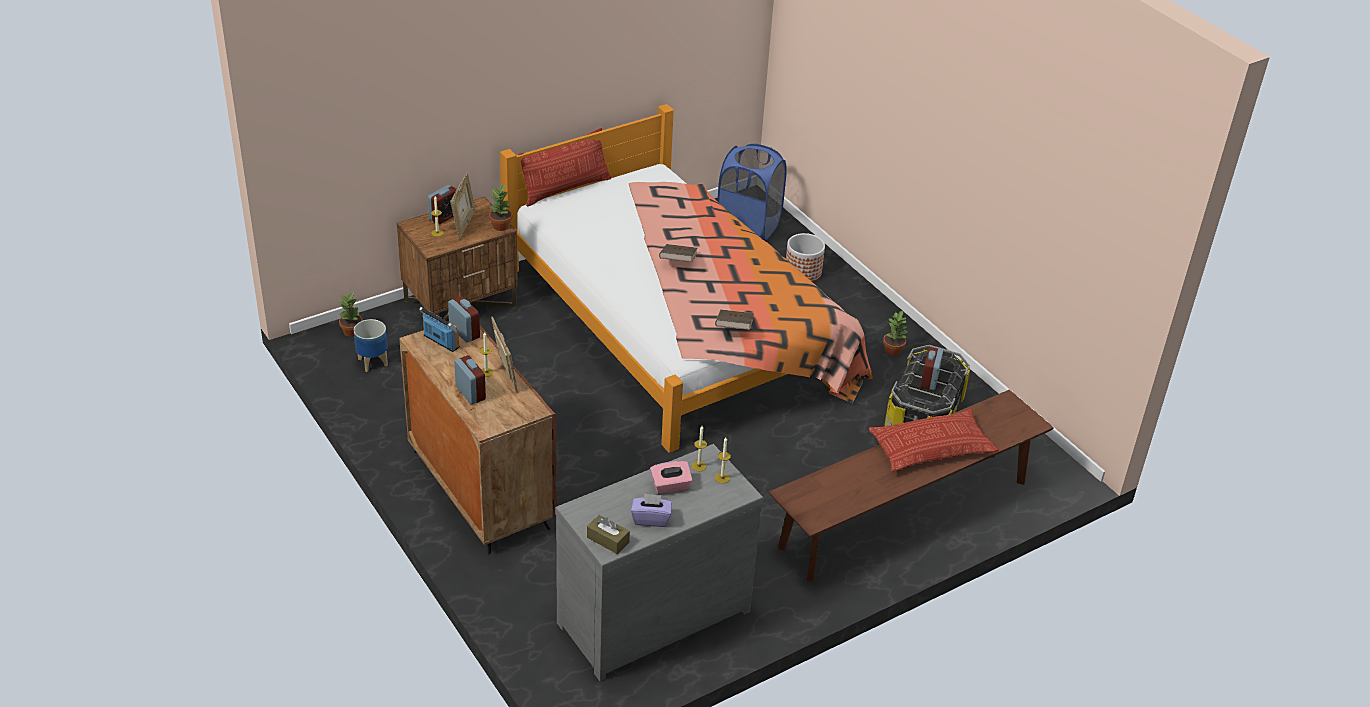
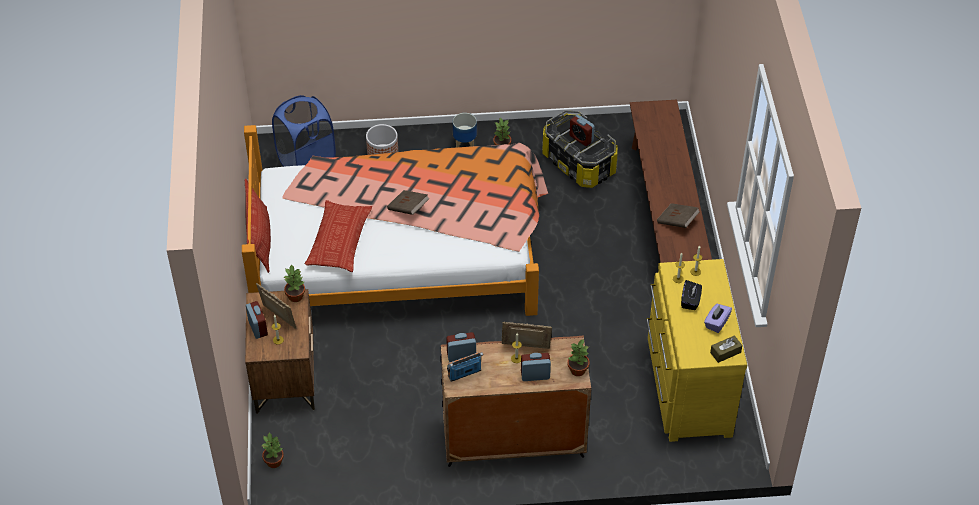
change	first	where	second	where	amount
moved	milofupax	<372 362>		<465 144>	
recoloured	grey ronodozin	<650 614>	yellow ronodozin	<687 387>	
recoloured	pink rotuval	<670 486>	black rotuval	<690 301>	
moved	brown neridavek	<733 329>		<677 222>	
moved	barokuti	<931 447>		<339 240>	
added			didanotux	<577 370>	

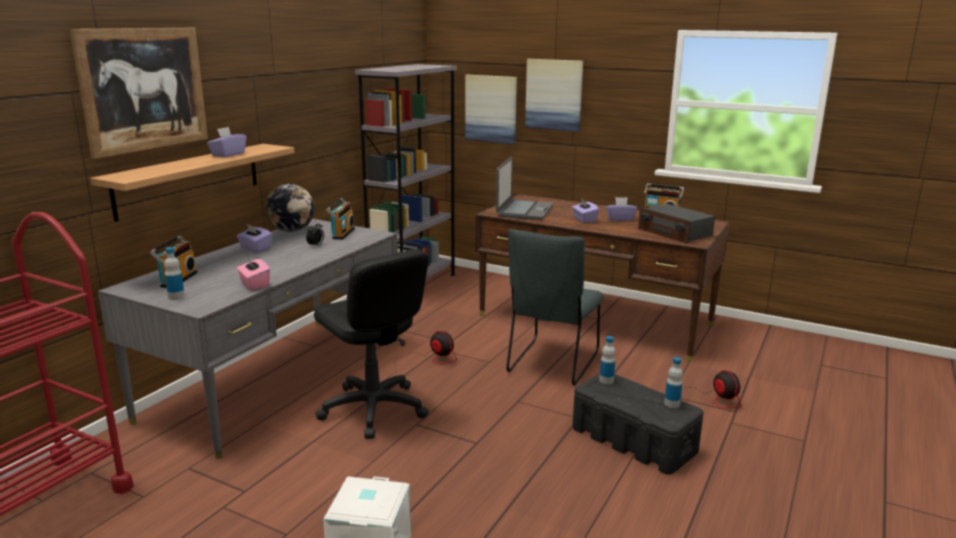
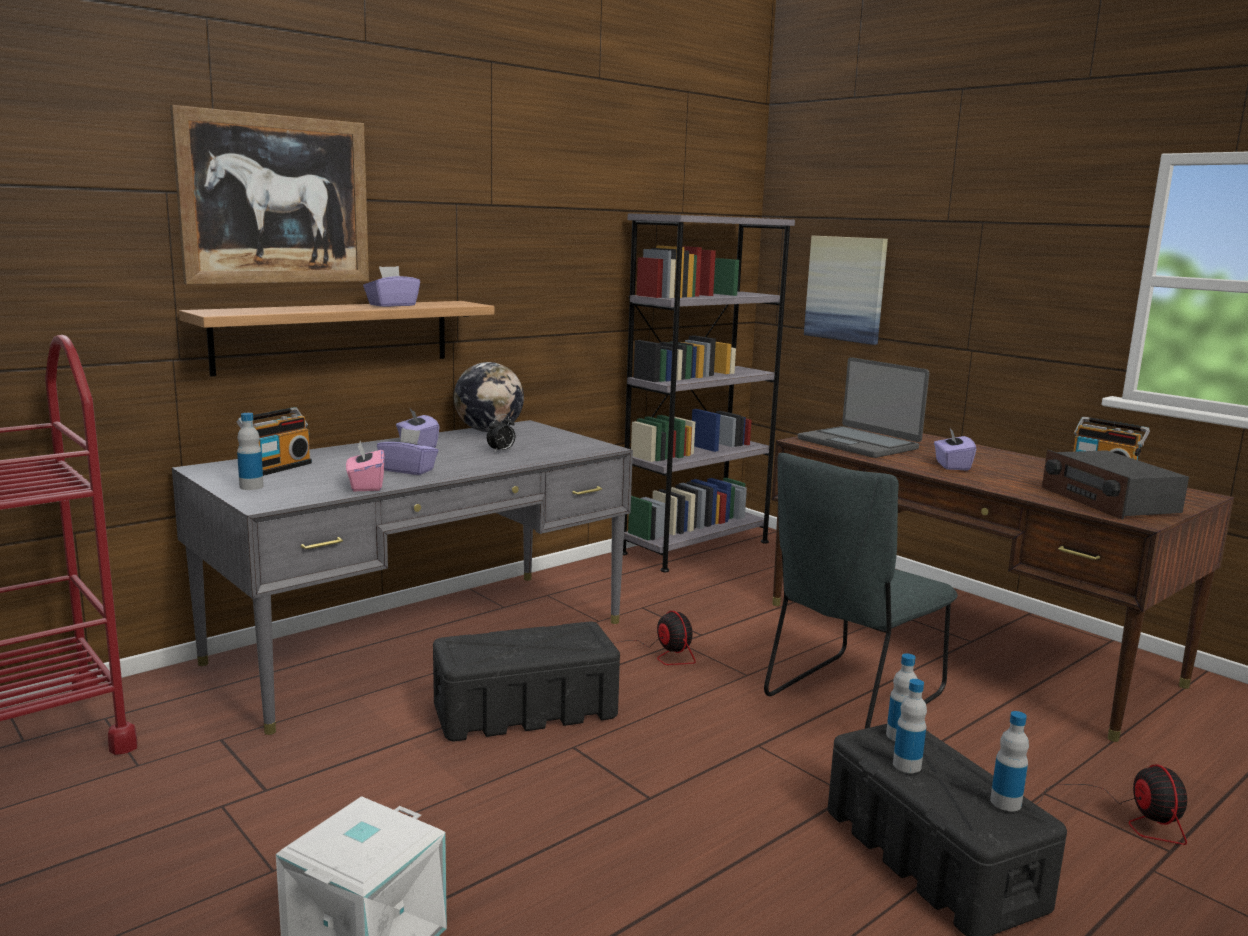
change	first	where	second	where	amount
replaced	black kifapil	<373 409>	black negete	<524 711>	
removed	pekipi	<341 233>			
turned	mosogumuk	<524 211>		<859 444>	105 degrees clockwise
removed	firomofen	<554 94>			
moved	purple rotuval	<620 219>		<408 470>	
added			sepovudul	<907 765>	

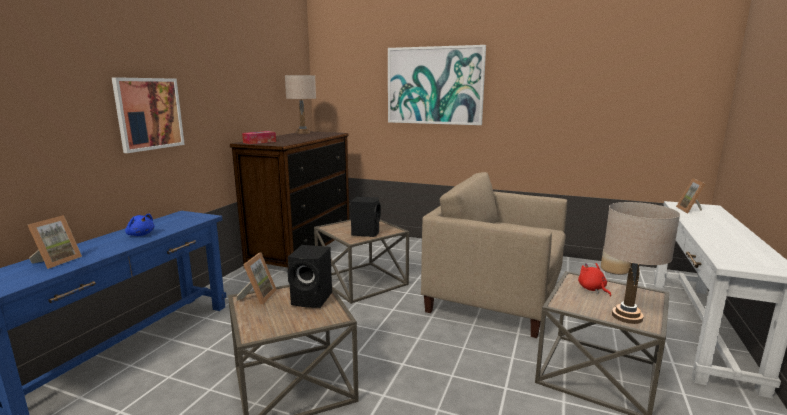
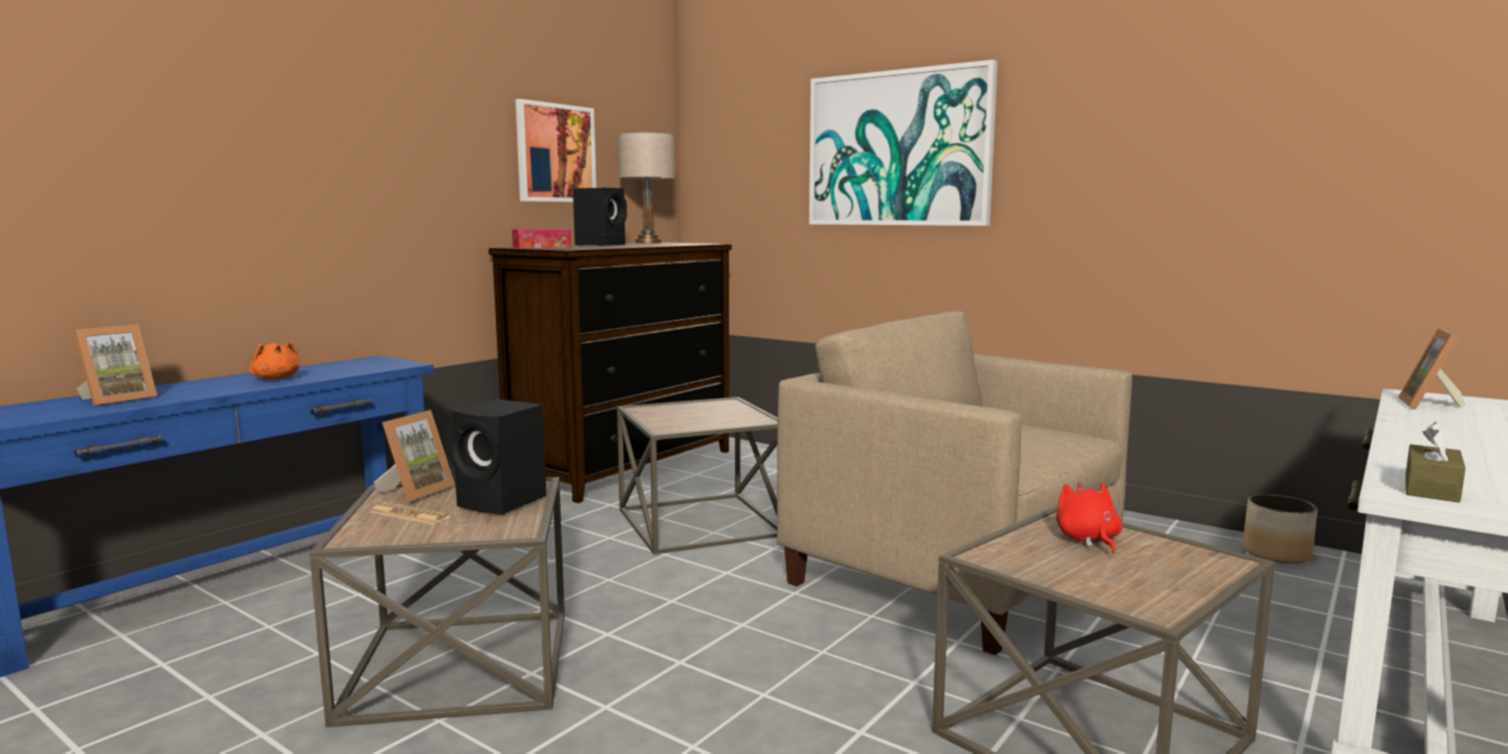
change	first	where	second	where	amount
moved	firomofen	<149 114>		<555 153>	
recoloured	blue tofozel	<140 234>	orange tofozel	<276 378>	
moved	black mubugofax	<366 232>		<601 245>	
removed	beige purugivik	<626 316>			
added			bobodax	<409 515>	
added			brown rotuval	<1431 488>	

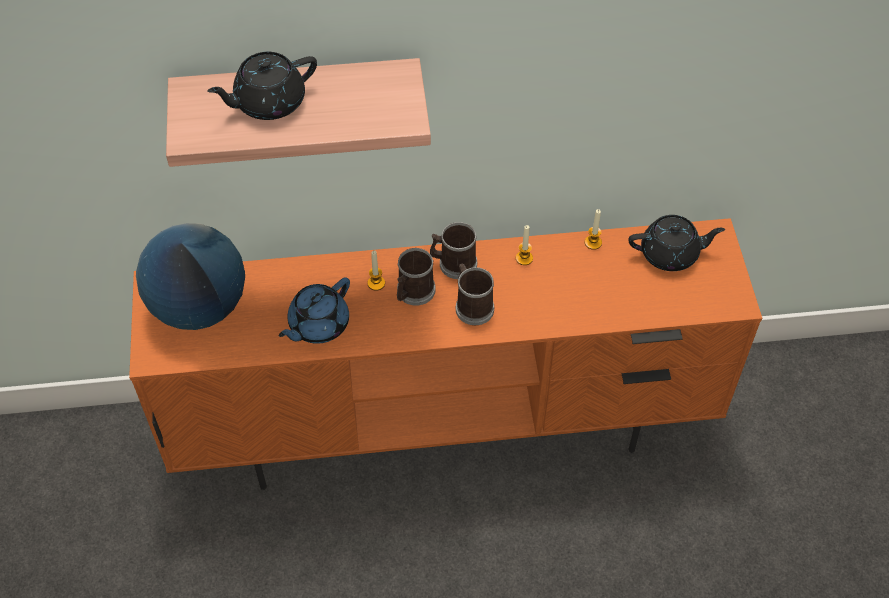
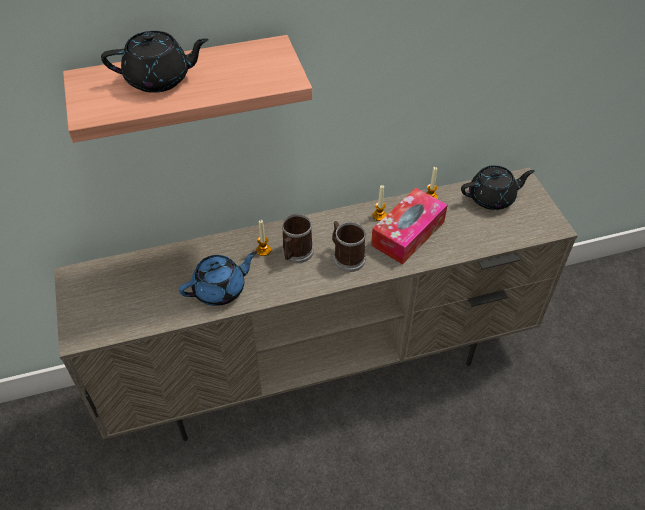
change	first	where	second	where	amount
recoloured	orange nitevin	<446 427>	beige nitevin	<323 368>	
removed	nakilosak	<199 307>			
turned	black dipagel	<268 102>		<159 79>	150 degrees counterclockwise
turned	blue dipagel	<318 325>		<220 289>	150 degrees counterclockwise
removed	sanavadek	<453 263>			
added			rotuval	<408 233>	

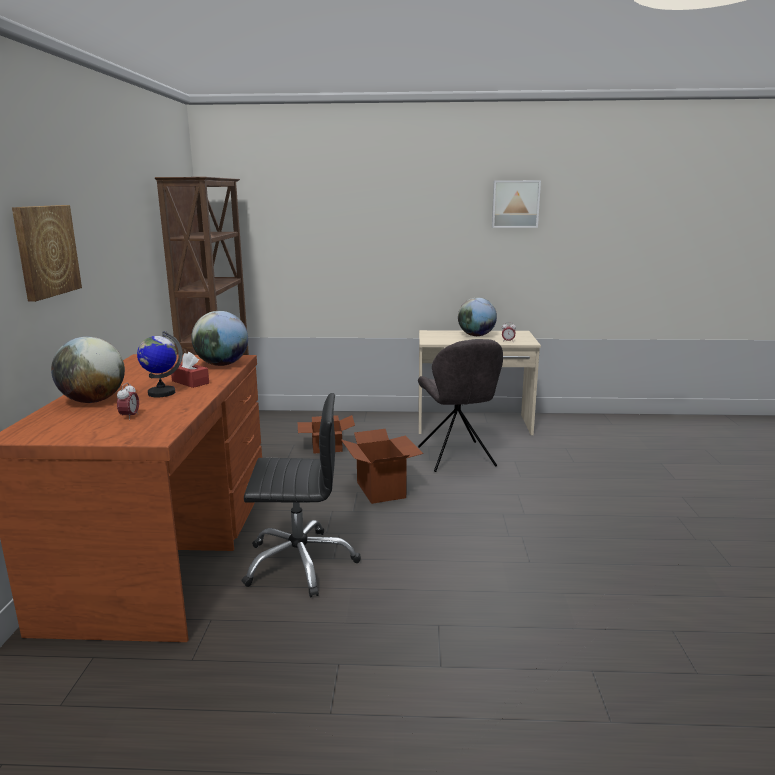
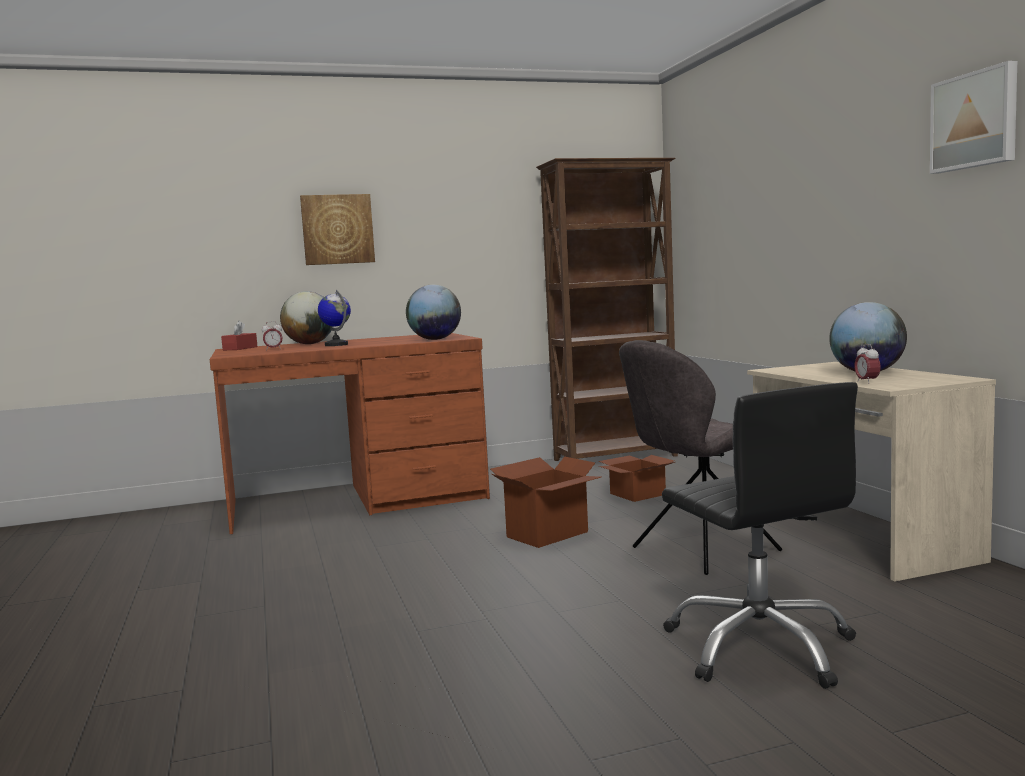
change	first	where	second	where	amount
moved	red rotuval	<190 382>		<240 348>	
moved	black kifapil	<300 562>		<760 646>	

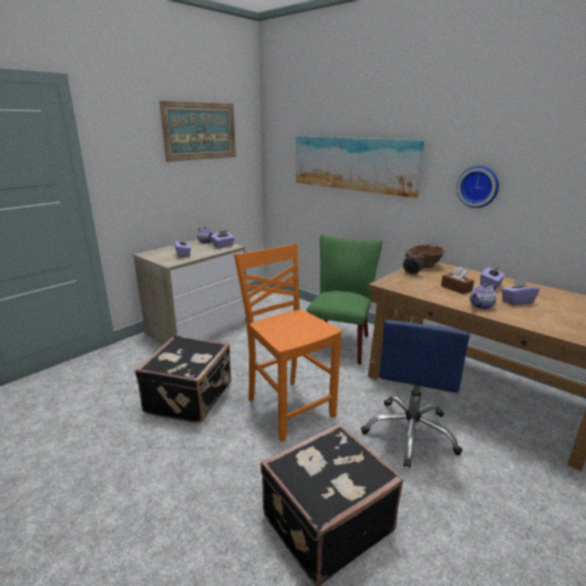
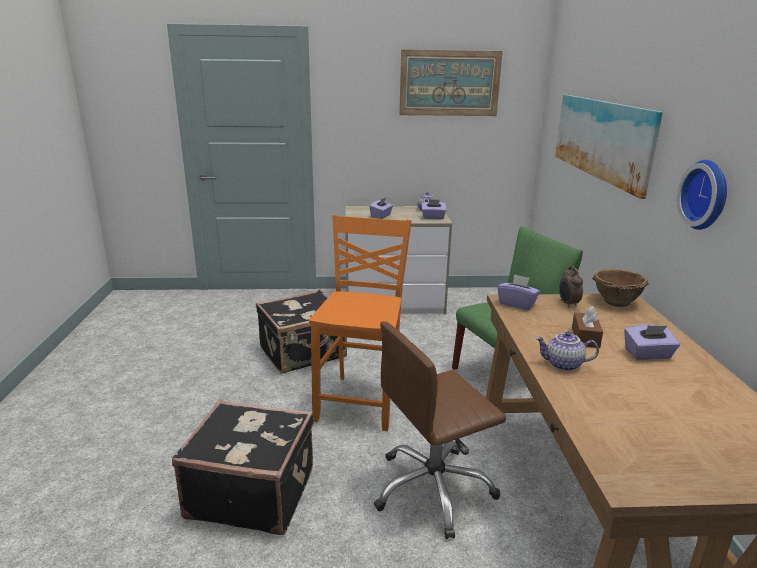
change	first	where	second	where	amount
recoloured	blue kifapil	<411 433>	brown kifapil	<433 489>	
moved	purple rotuval	<517 301>		<517 304>	

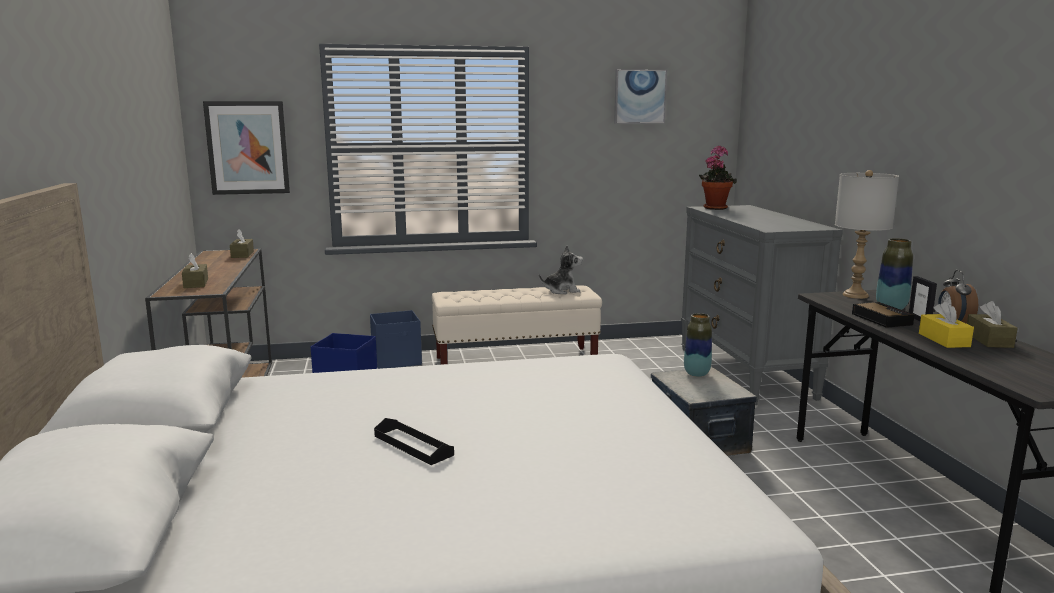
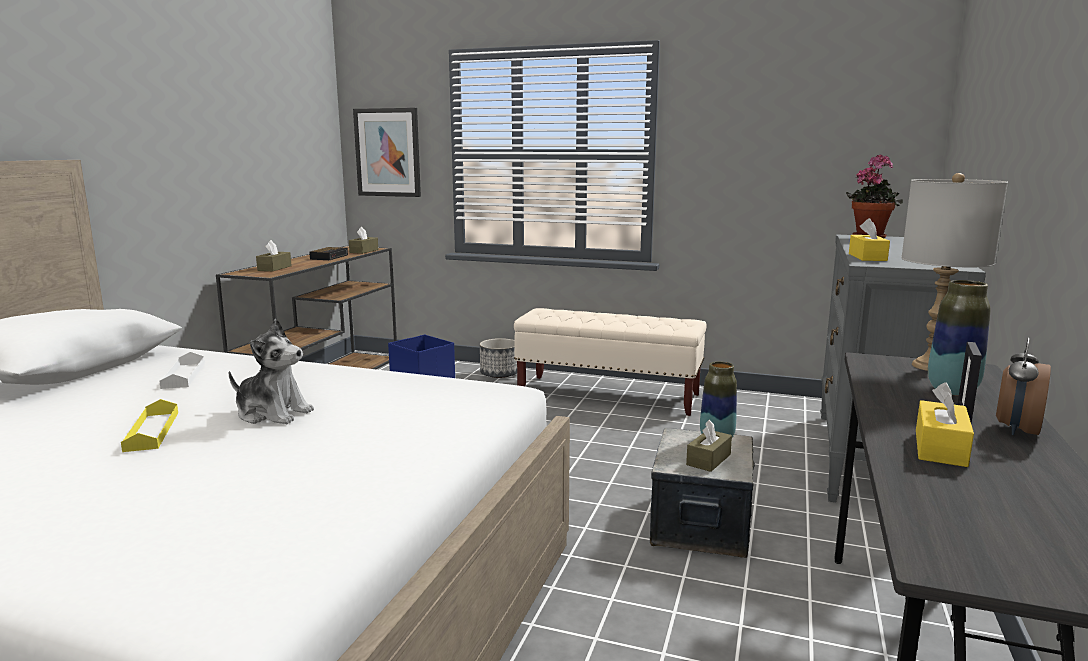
change	first	where	second	where	amount
replaced	blue negete	<397 361>	milofupax	<500 374>	
recoloured	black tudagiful	<413 445>	yellow tudagiful	<152 431>	
moved	tofozel	<562 291>		<273 413>	
removed	firomofen	<639 96>			
moved	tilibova	<880 319>		<329 257>	
moved	brown rotuval	<989 340>		<708 460>	
added			white tudagiful	<183 375>	
added			yellow rotuval	<867 257>	

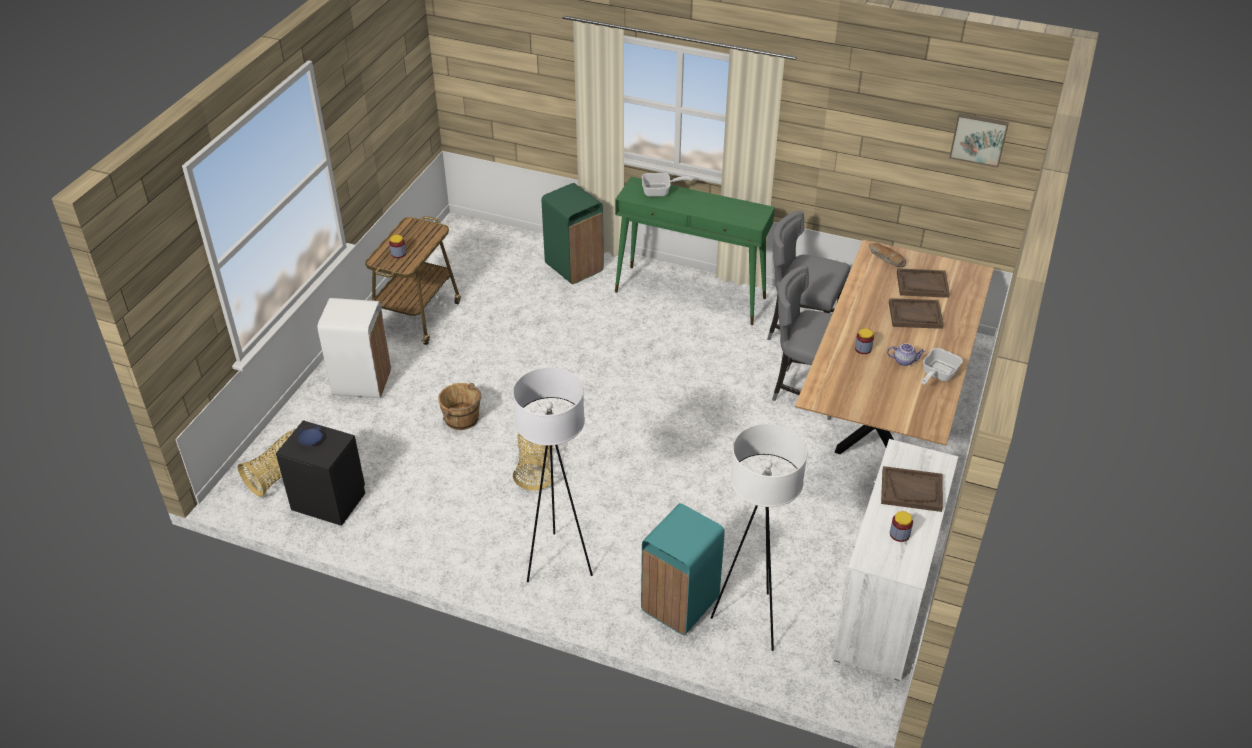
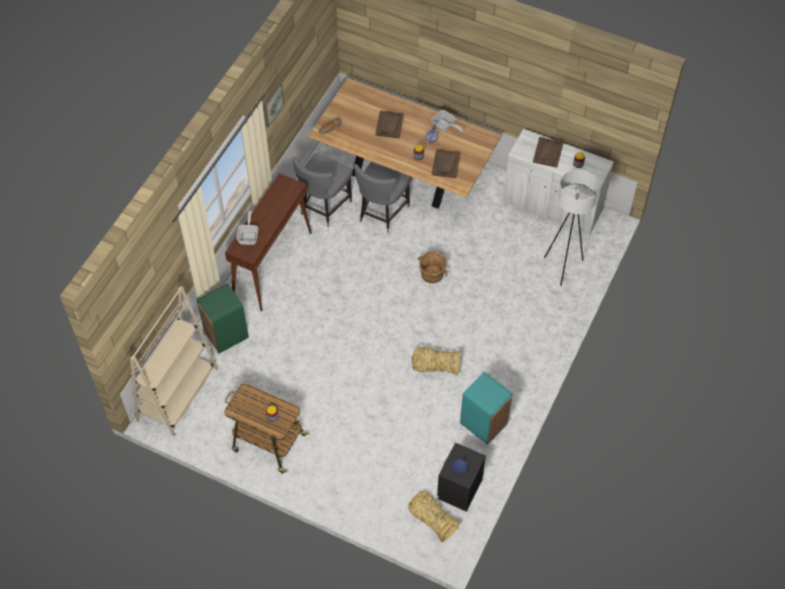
change	first	where	second	where	amount
removed	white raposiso	<362 382>			
moved	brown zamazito	<462 419>		<432 274>	
removed	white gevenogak	<558 562>			
recoloured	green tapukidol	<691 295>	brown tapukidol	<273 264>	
moved	turquoise raposiso	<681 604>		<483 423>	
moved	brown tudagiful	<922 284>		<446 164>	
moved	firomofen	<979 138>		<271 104>	
added			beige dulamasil	<178 394>	

